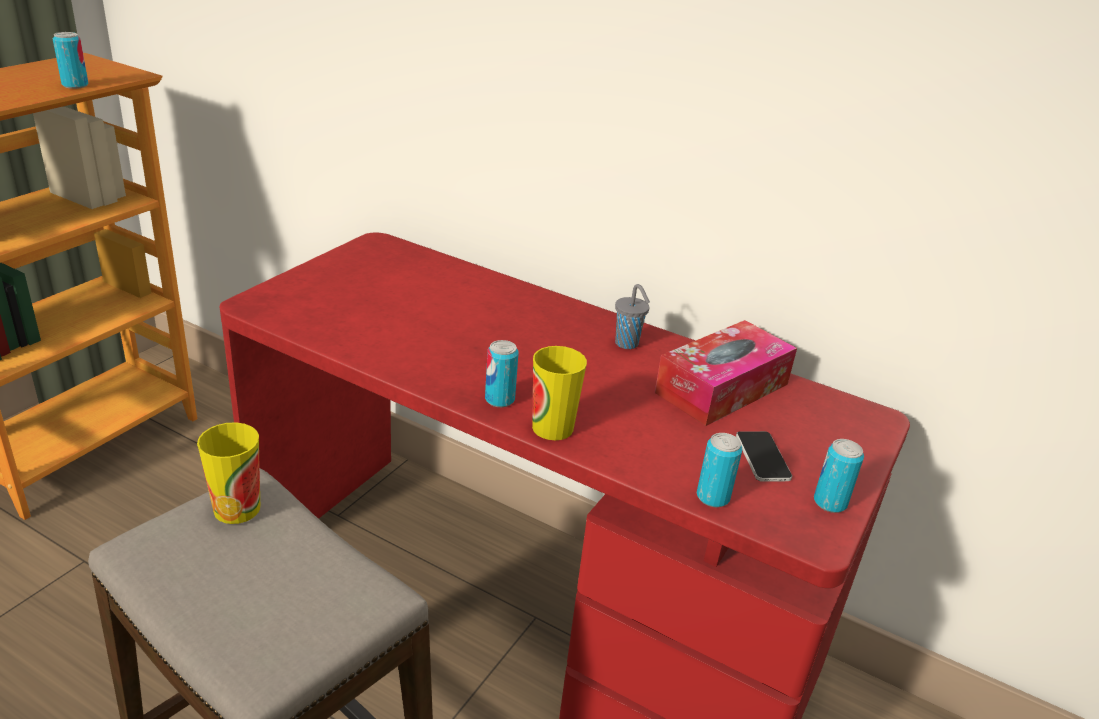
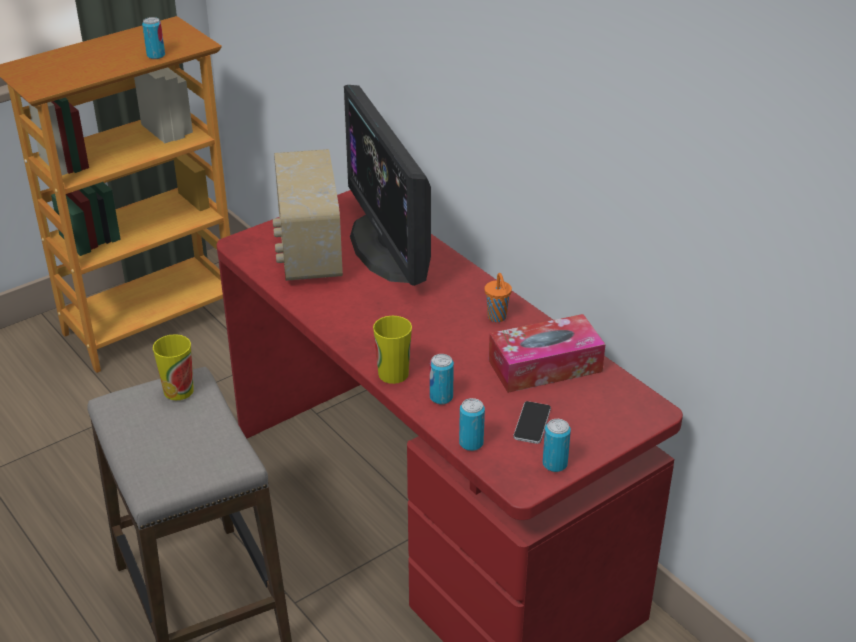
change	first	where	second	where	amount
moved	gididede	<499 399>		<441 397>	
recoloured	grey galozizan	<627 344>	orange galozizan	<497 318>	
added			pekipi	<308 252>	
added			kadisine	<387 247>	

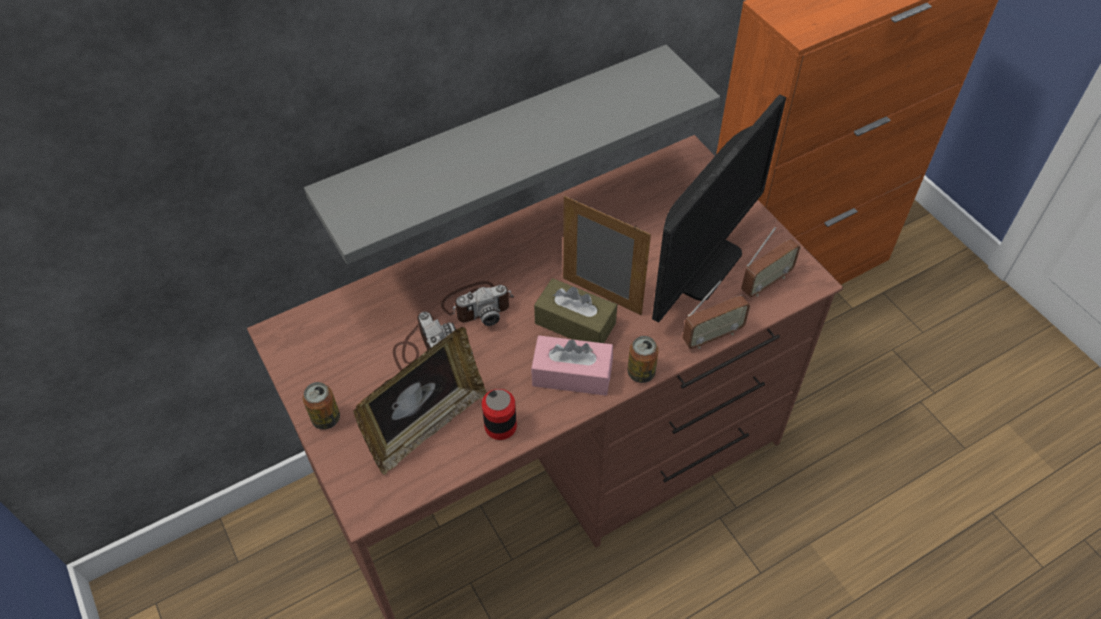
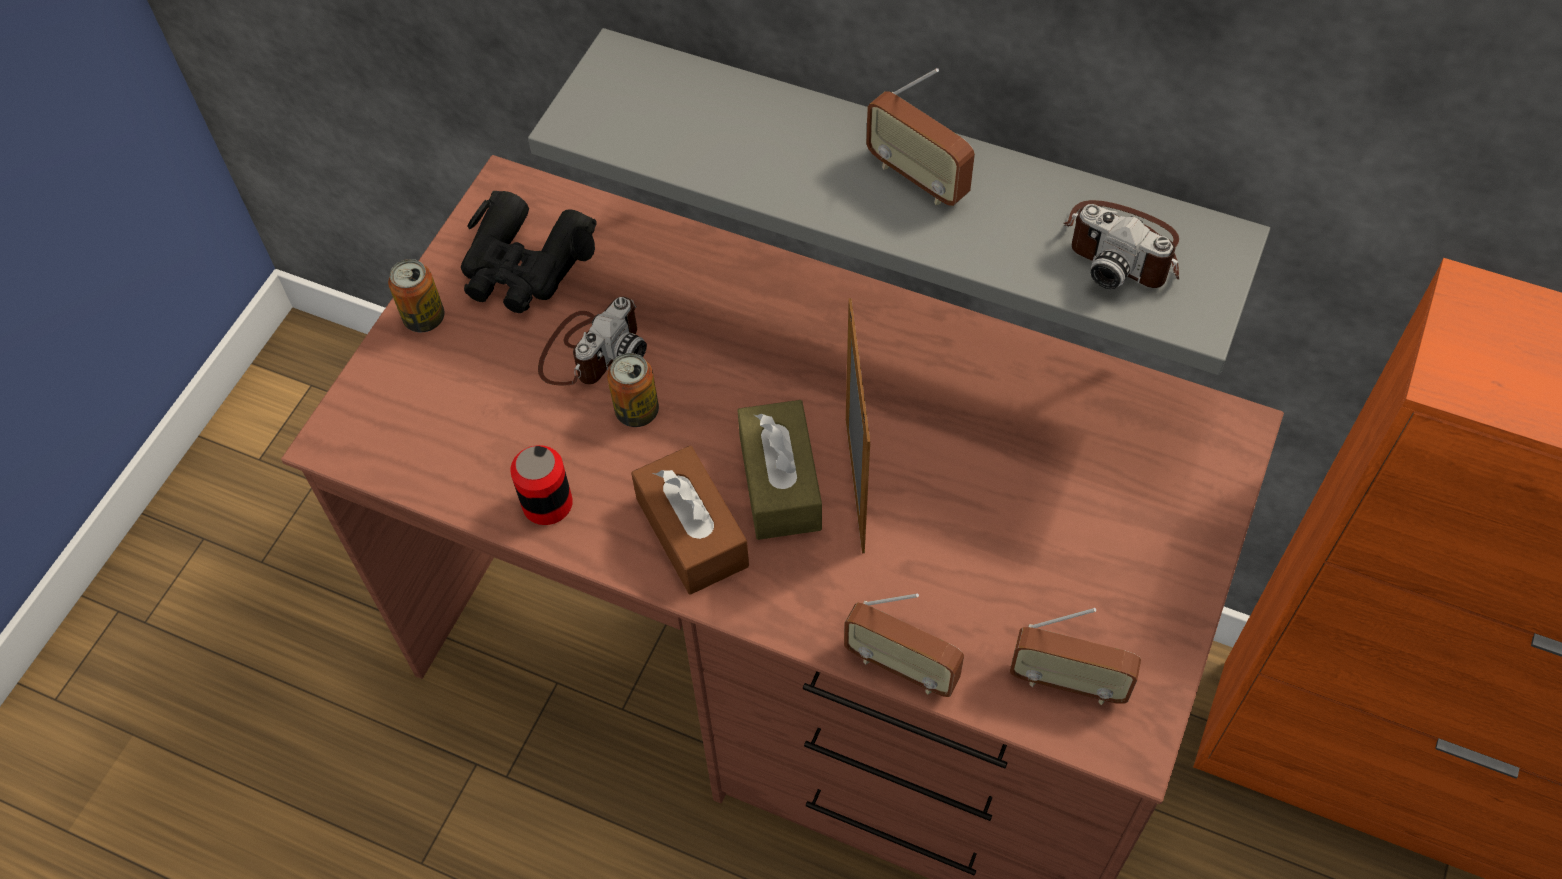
change	first	where	second	where	amount
removed	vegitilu	<426 425>			
moved	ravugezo	<478 305>		<1124 249>	
recoloured	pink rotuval	<572 374>	brown rotuval	<692 532>	
moved	gididede	<641 373>		<637 411>	
removed	kadisine	<701 265>			
added			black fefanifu	<524 266>	
added			pekipi	<917 178>	

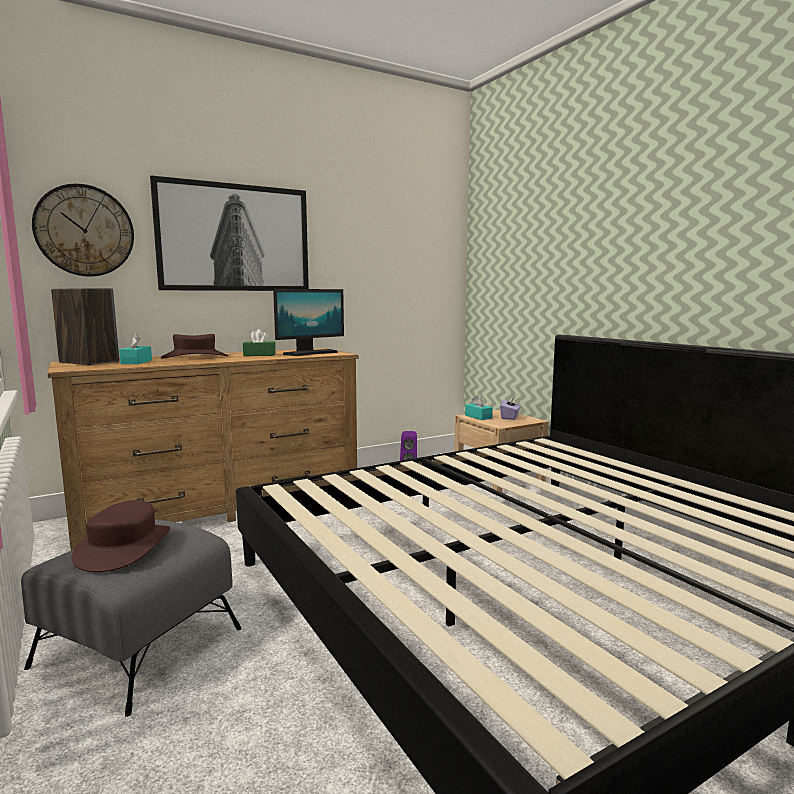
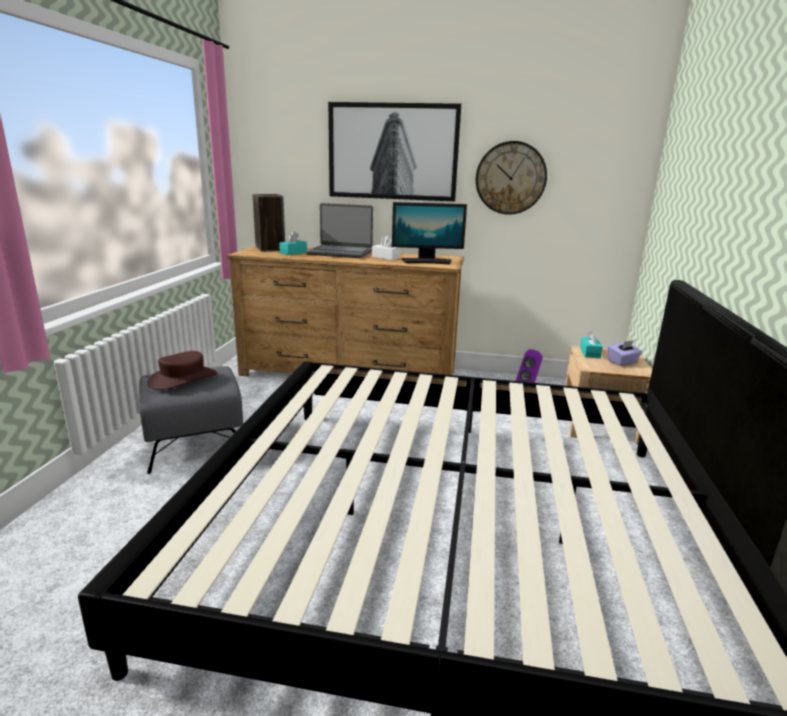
change	first	where	second	where	amount
moved	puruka	<84 231>		<510 178>	
replaced	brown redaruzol	<195 357>	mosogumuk	<340 253>	
recoloured	green rotuval	<259 355>	white rotuval	<385 257>	

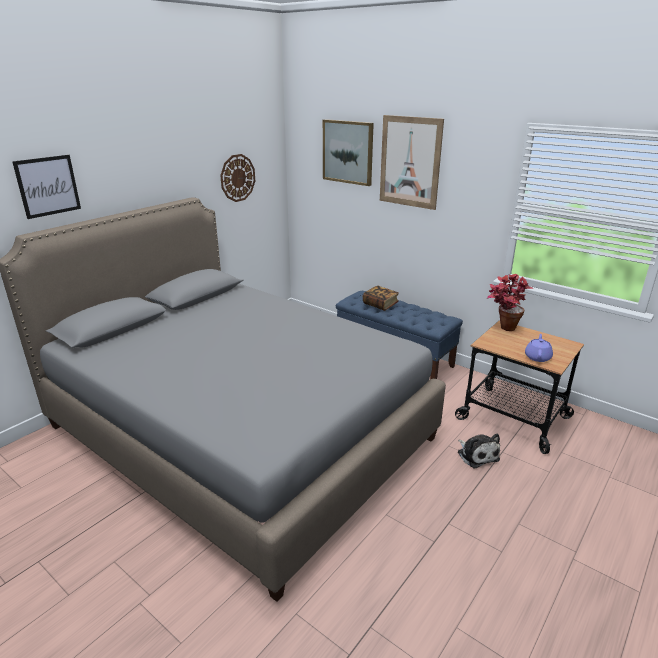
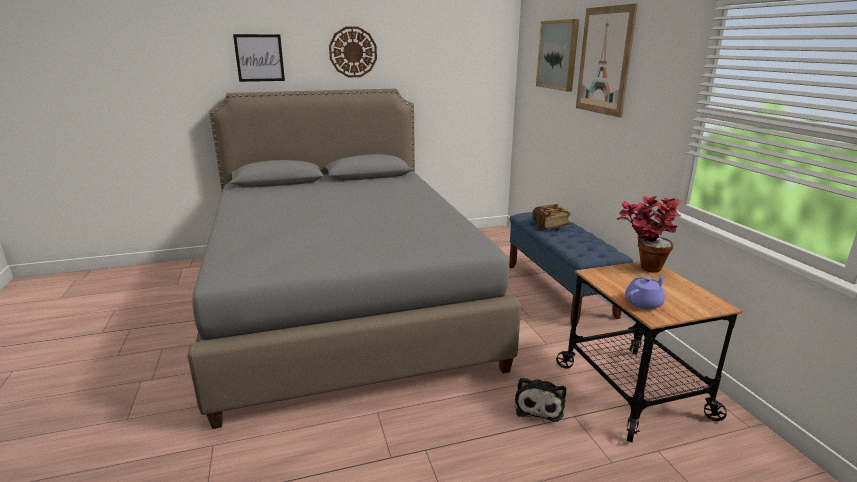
change	first	where	second	where	amount
moved	puruka	<237 178>		<353 52>	

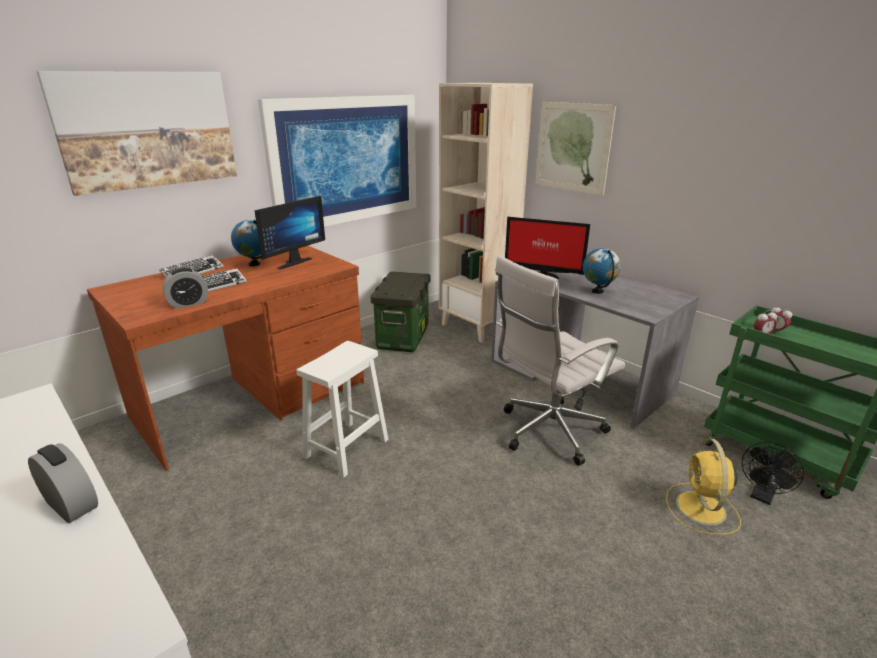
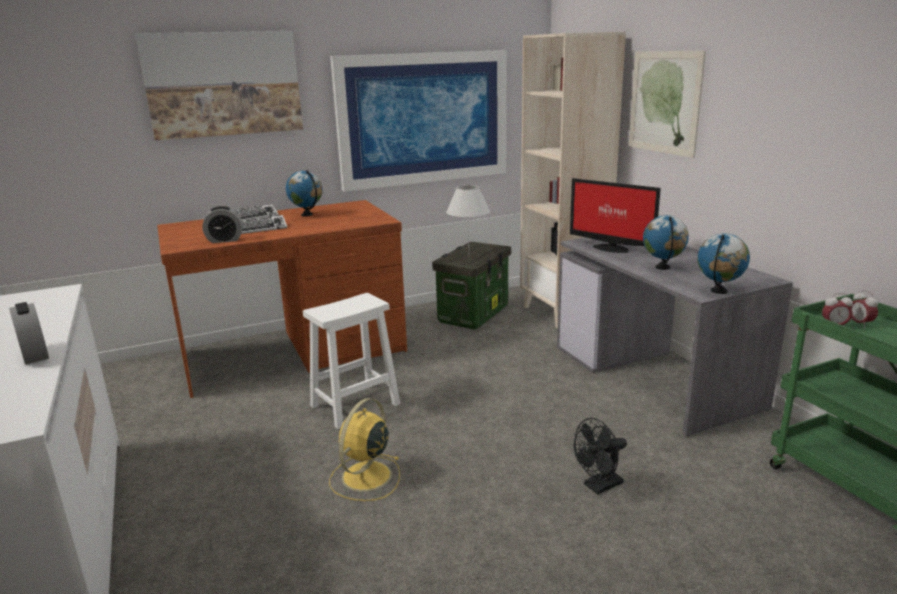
change	first	where	second	where	amount
removed	kadisine	<291 262>			
removed	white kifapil	<547 432>			
moved	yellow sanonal	<701 509>		<365 477>	
moved	black sanonal	<762 496>		<599 486>	
added			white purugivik	<469 255>	
added			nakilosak	<719 291>	

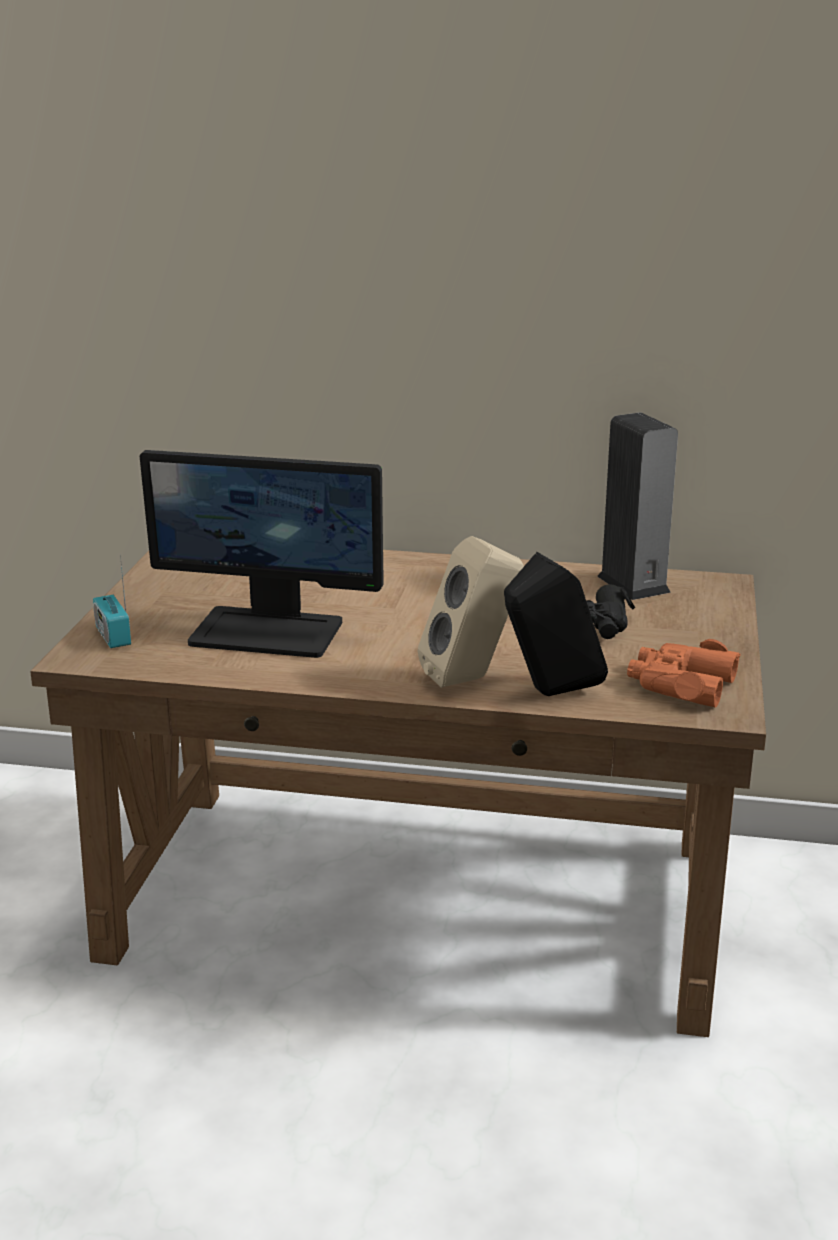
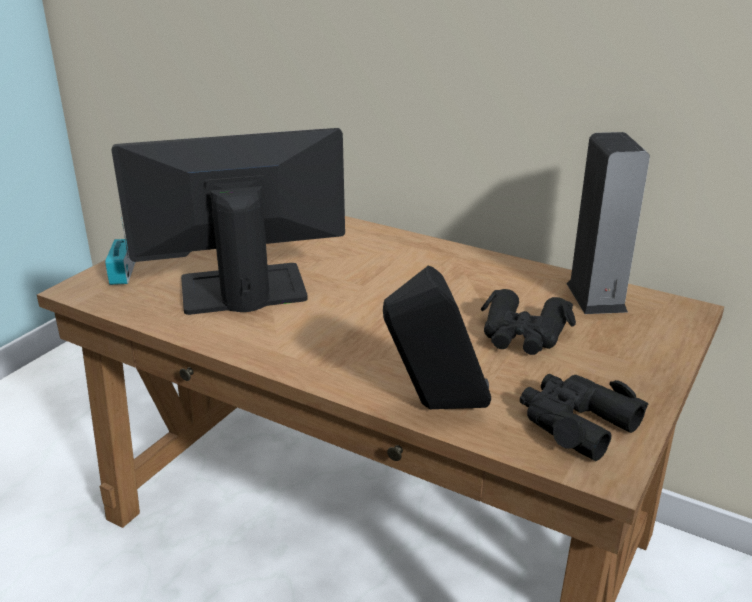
change	first	where	second	where	amount
turned	kadisine	<268 631>		<242 290>	135 degrees clockwise
removed	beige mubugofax	<472 679>			
recoloured	orange fefanifu	<680 684>	black fefanifu	<575 422>	

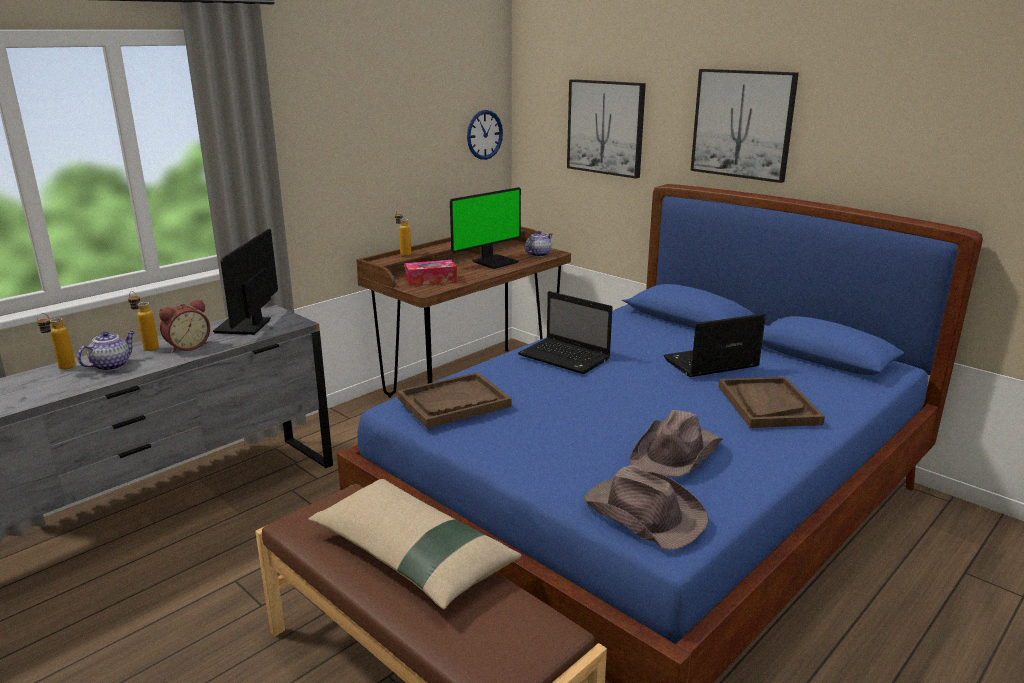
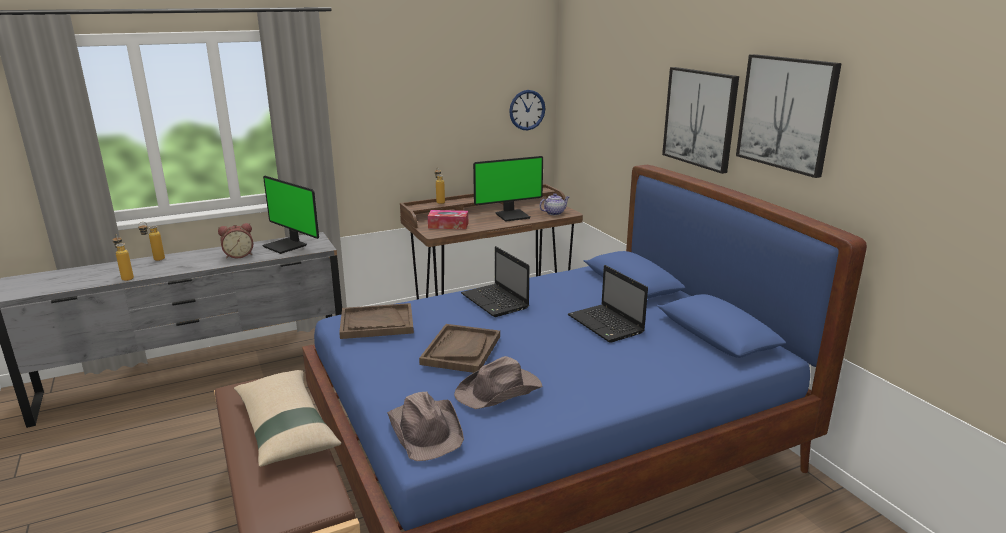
change	first	where	second	where	amount
removed	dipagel	<111 365>			
moved	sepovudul	<147 347>		<126 277>	
turned	kadisine	<245 327>		<287 246>	75 degrees counterclockwise
moved	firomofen	<606 127>		<786 113>	
turned	mosogumuk	<709 364>		<607 325>	120 degrees counterclockwise
moved	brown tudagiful	<767 404>		<461 350>	

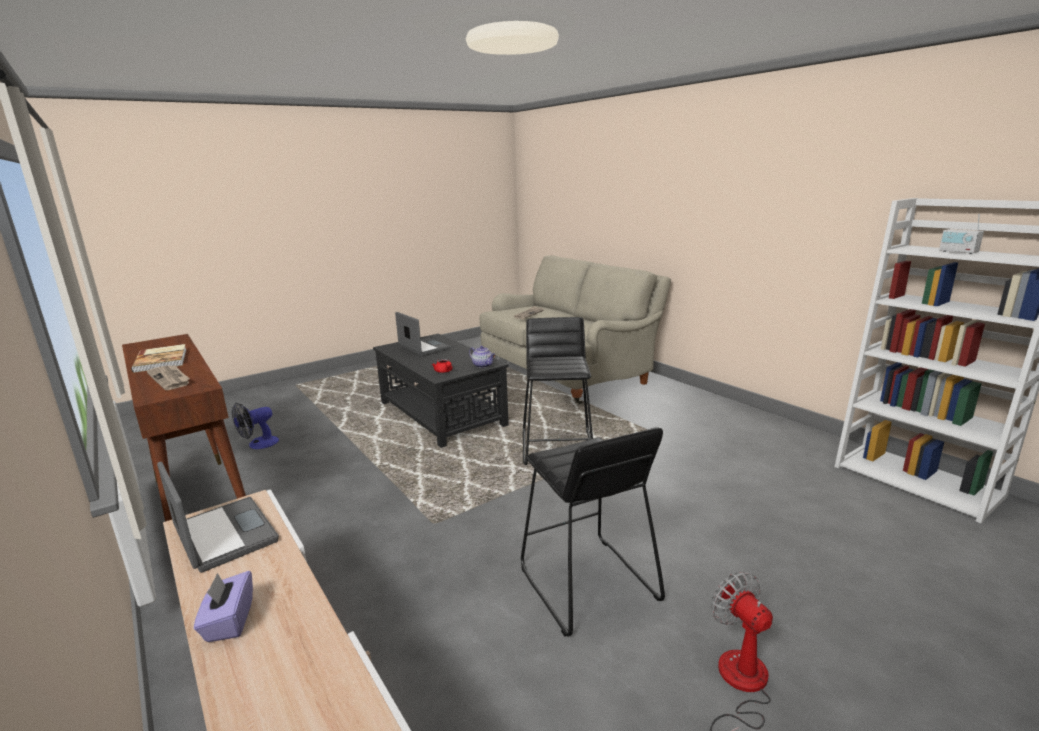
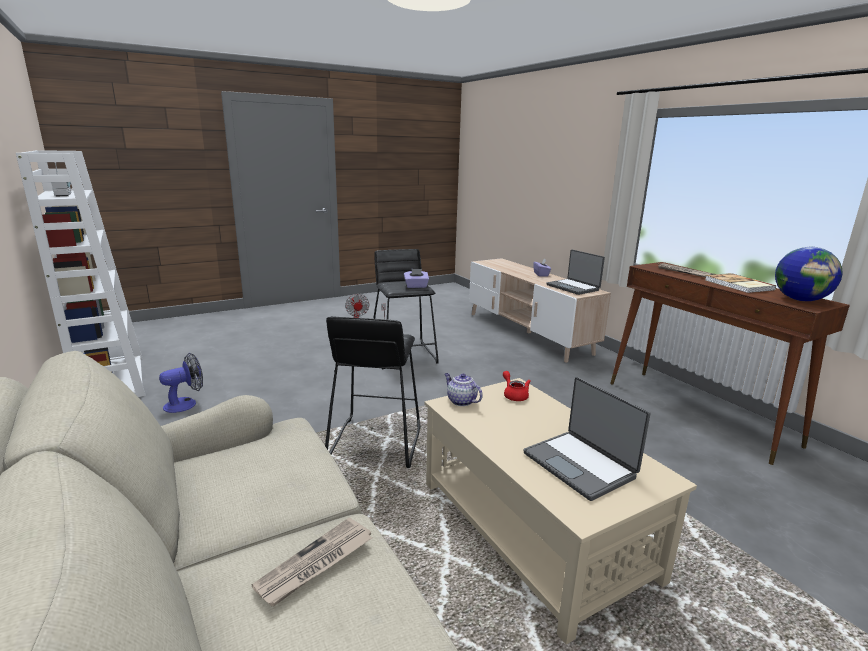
change	first	where	second	where	amount
moved	sanonal	<258 444>		<186 404>	
recoloured	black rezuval	<441 414>	beige rezuval	<532 528>	
added			purple rotuval	<416 286>	
added			nakilosak	<800 300>	

